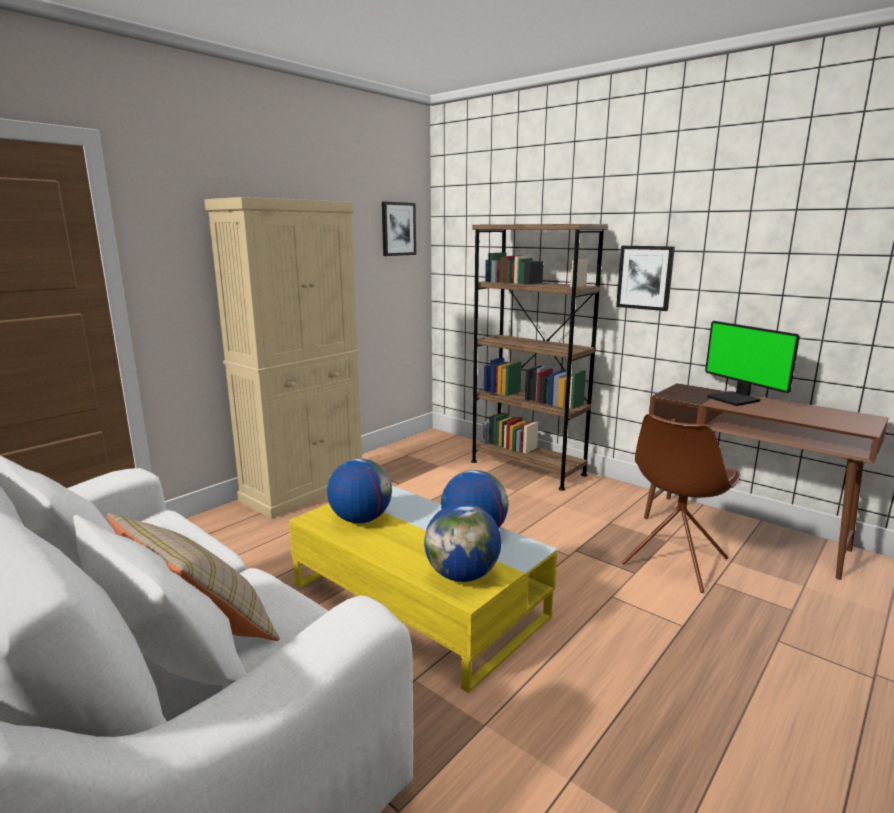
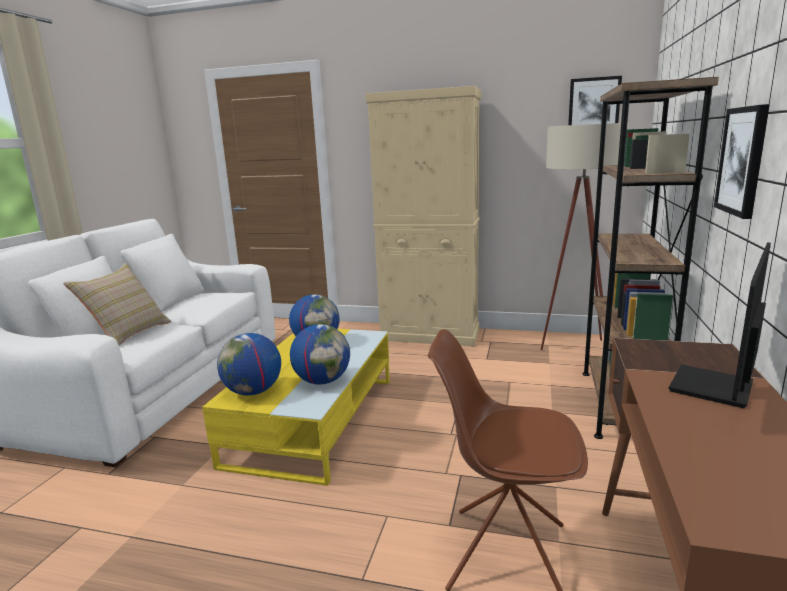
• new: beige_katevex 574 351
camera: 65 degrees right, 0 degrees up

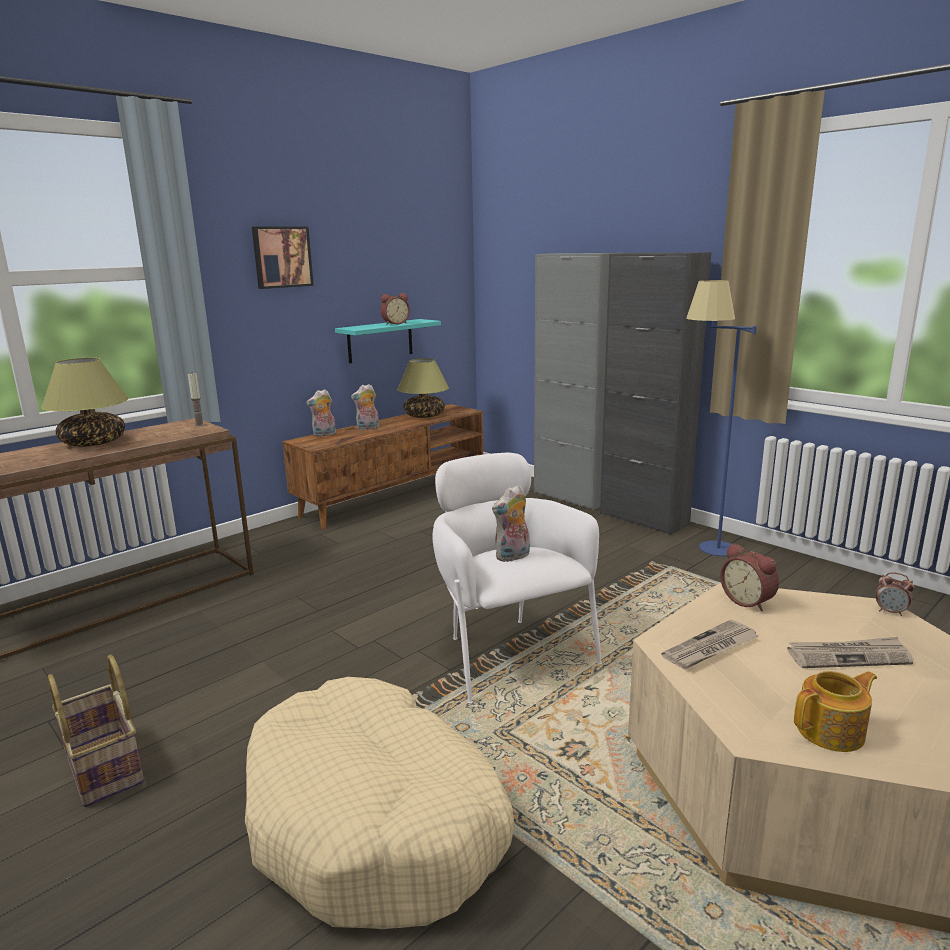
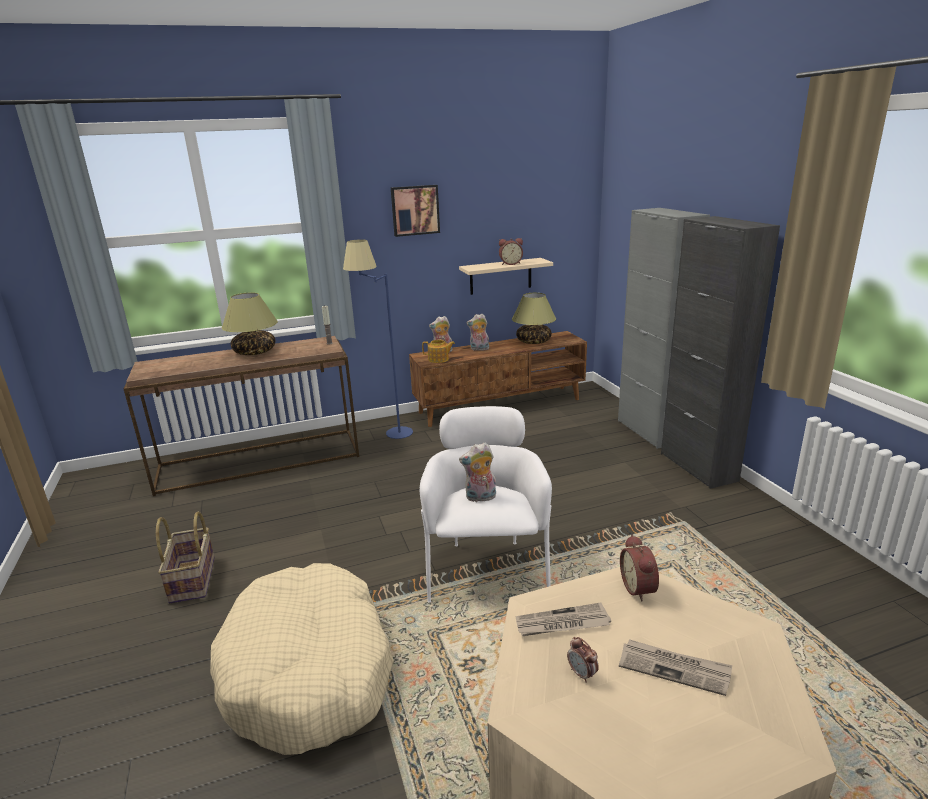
• repainted: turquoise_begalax 380 341 to beige_begalax 500 276
• shifted: blue_katevex 704 551 to 387 433
• shifted: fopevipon 832 731 to 439 359
• shifted: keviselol 890 612 to 582 674
camera: 25 degrees right, 5 degrees up

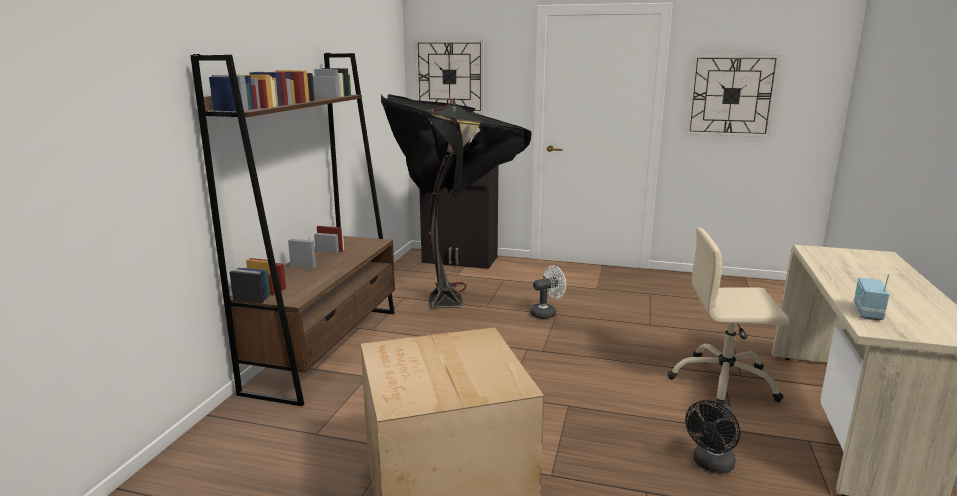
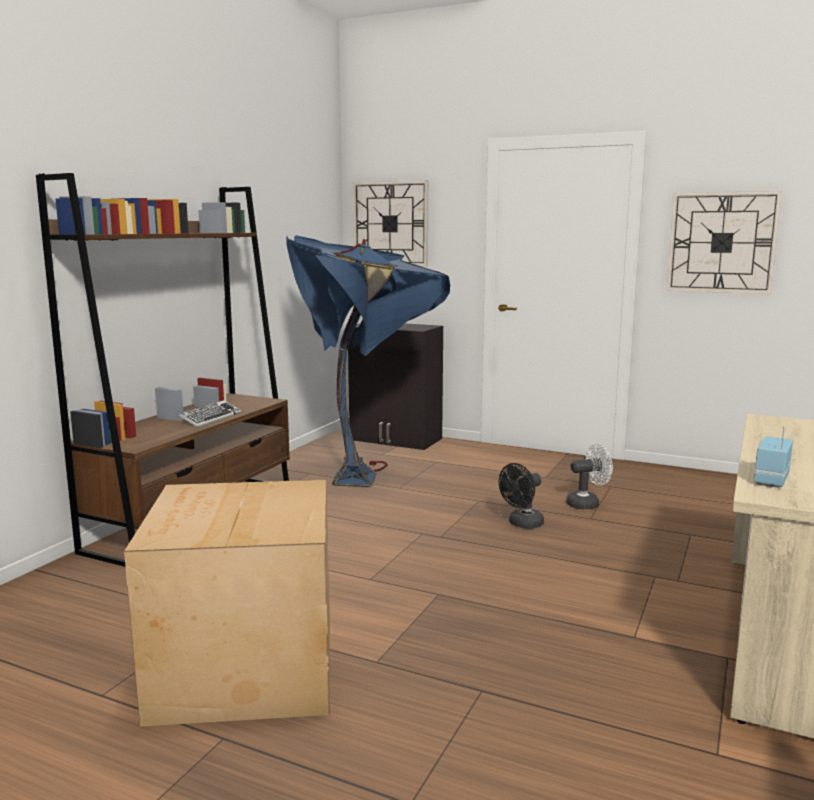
• repainted: black_katevex 456 301 to blue_katevex 367 480
• shifted: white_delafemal 546 313 to 587 503
• gone: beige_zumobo 723 381
• shifted: black_delafemal 711 465 to 522 524
• new: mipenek 210 418
camera: 10 degrees right, 5 degrees down

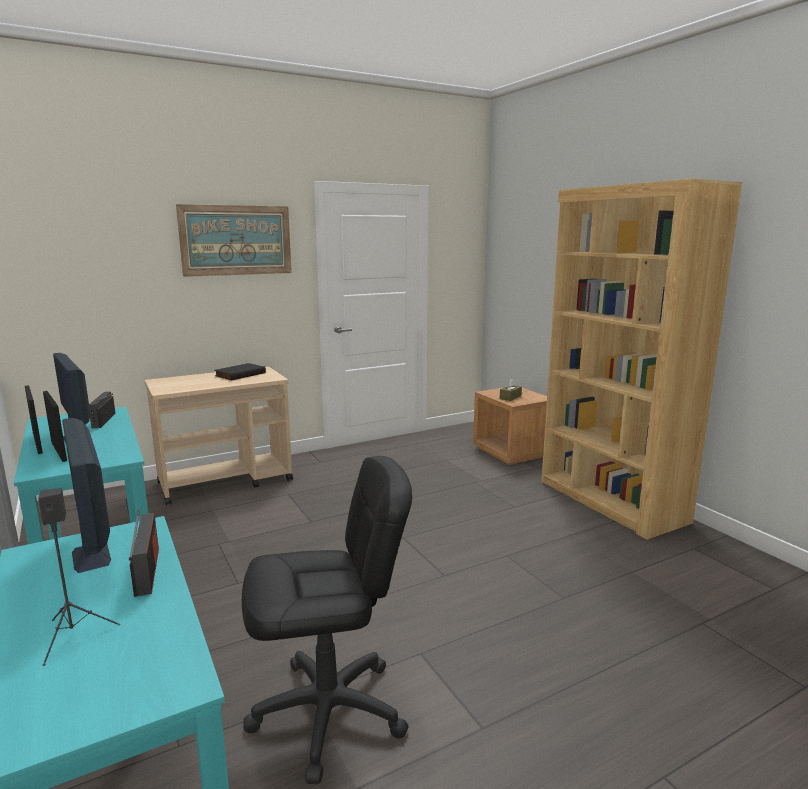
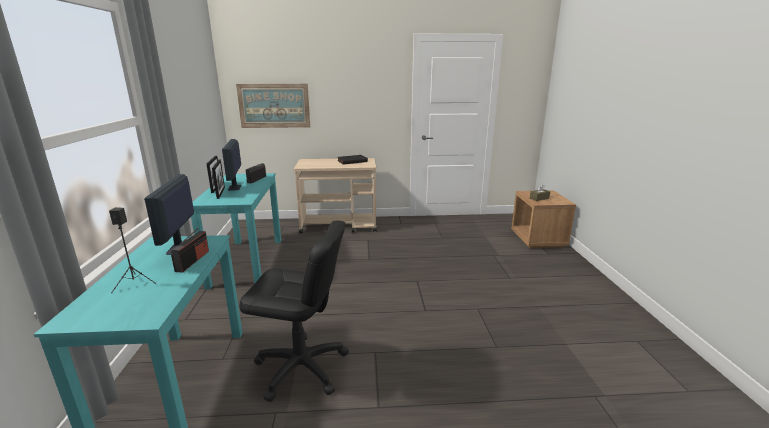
• shifted: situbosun 236 240 to 274 106
• gone: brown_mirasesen 610 501
camera: 25 degrees right, 5 degrees up

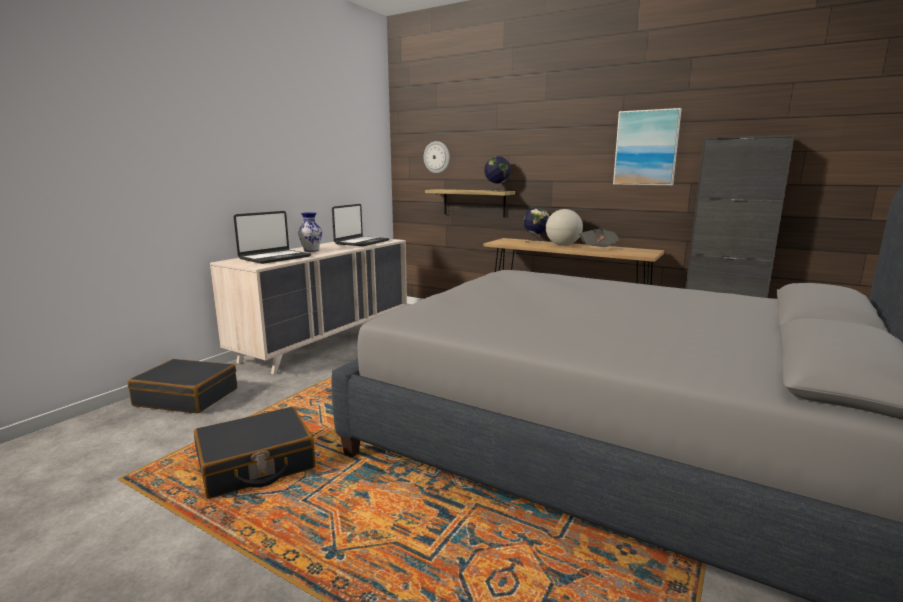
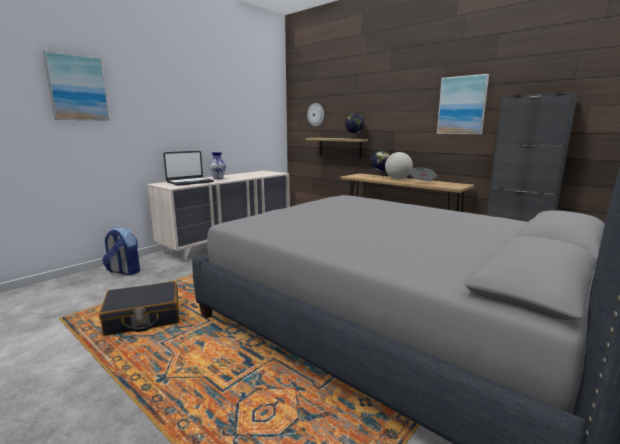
• swapped: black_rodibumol 187 397 to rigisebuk 124 271
• gone: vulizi 361 242
• new: situbosun 77 88
camera: 10 degrees right, 0 degrees up

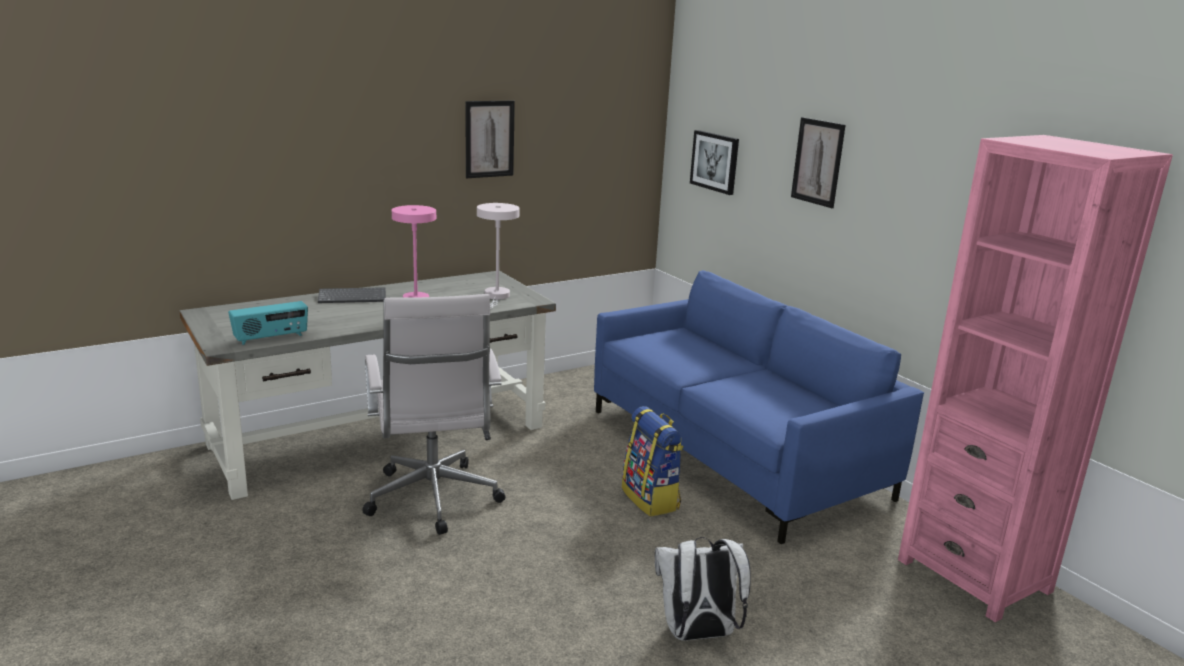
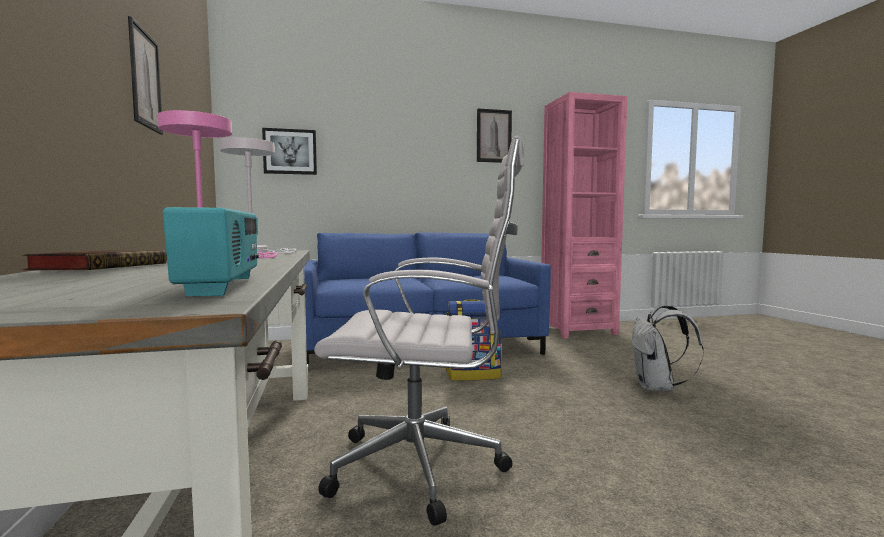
• swapped: mipenek 353 297 to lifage 103 267
• shifted: situbosun 817 162 to 494 136
camera: 70 degrees left, 15 degrees down

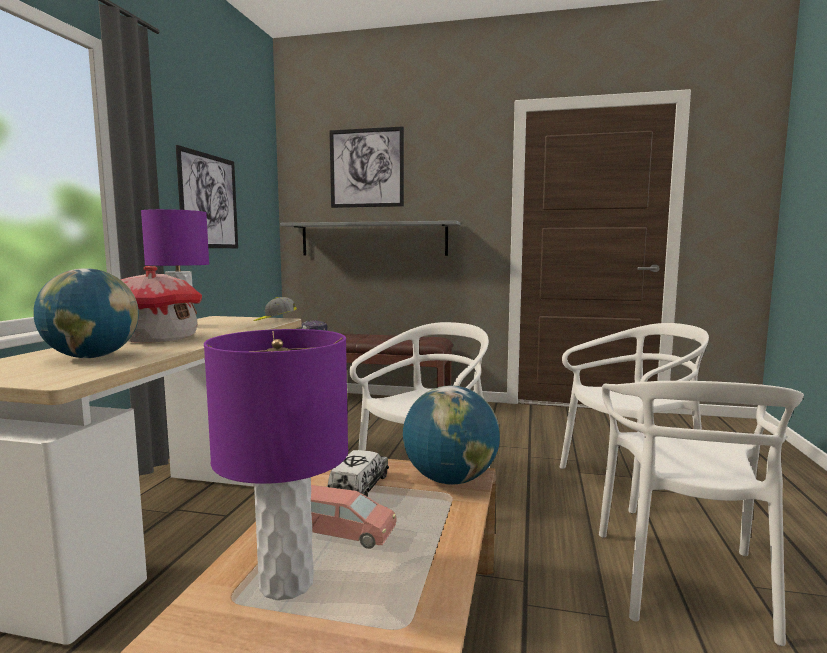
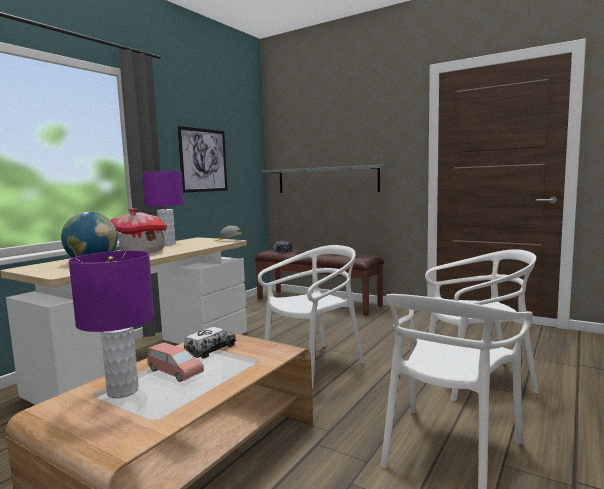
• gone: situbosun 366 168
• gone: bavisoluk 450 479
camera: 20 degrees right, 0 degrees up

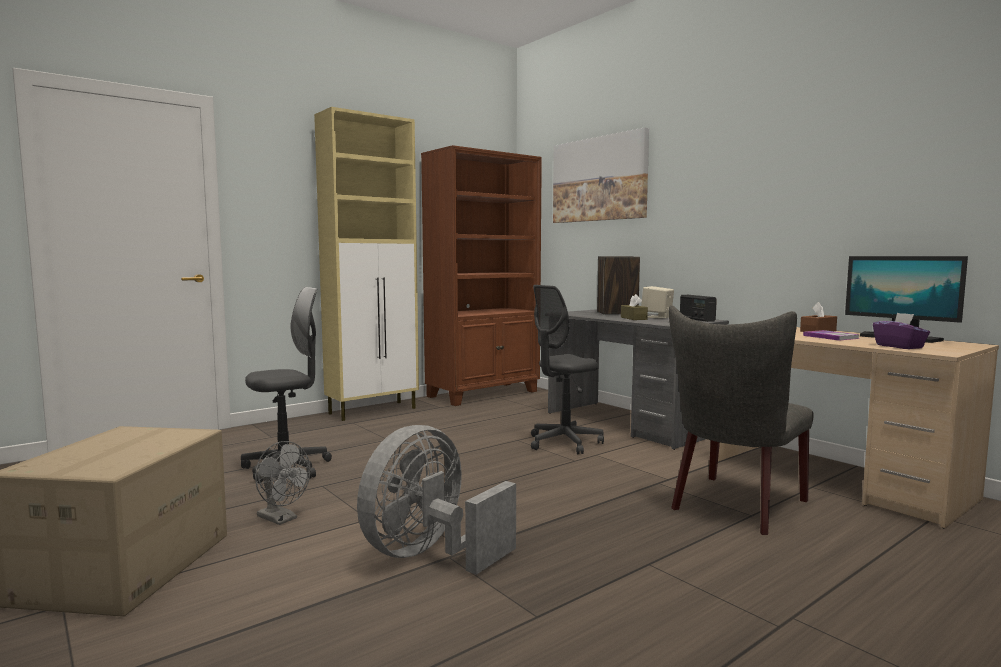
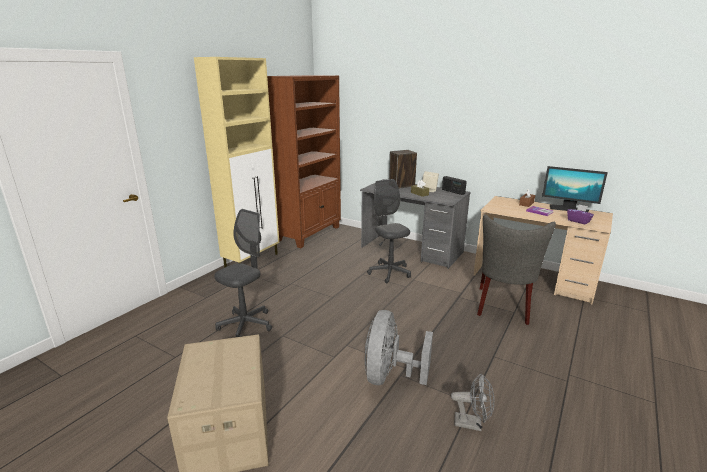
• shifted: grey_delafemal 281 519 to 472 423
• rotated: grey_zumobo 564 443 = 389 272 120 degrees clockwise
• gone: situbosun 599 179
camera: 20 degrees left, 15 degrees up

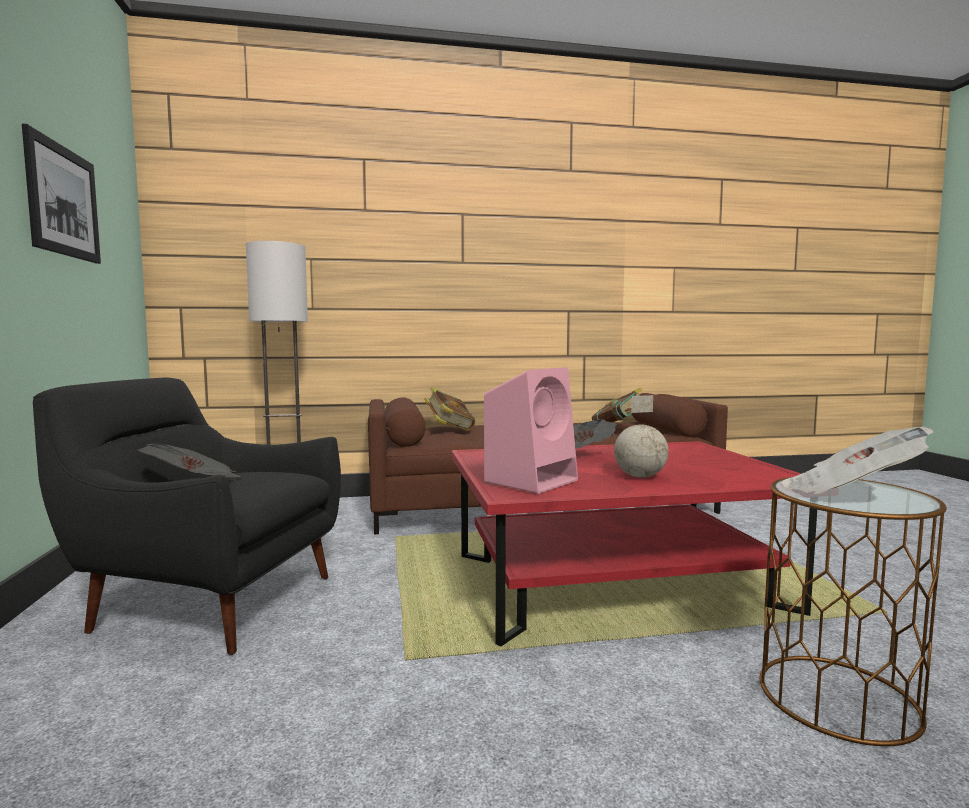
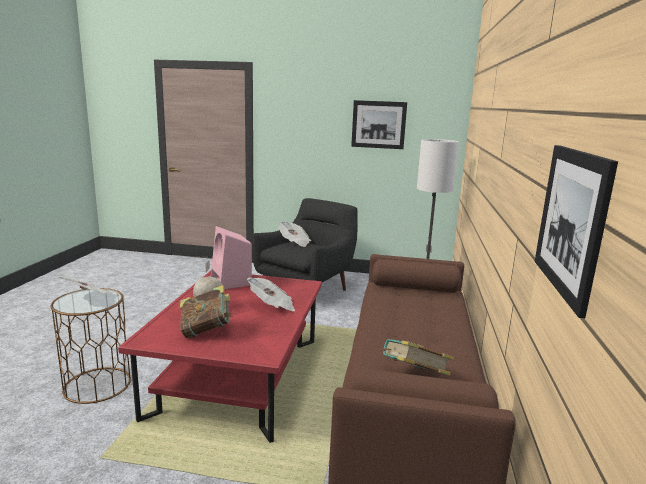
• shifted: lifage 449 429 to 206 331
• new: situbosun 570 221
camera: 110 degrees right, 10 degrees up

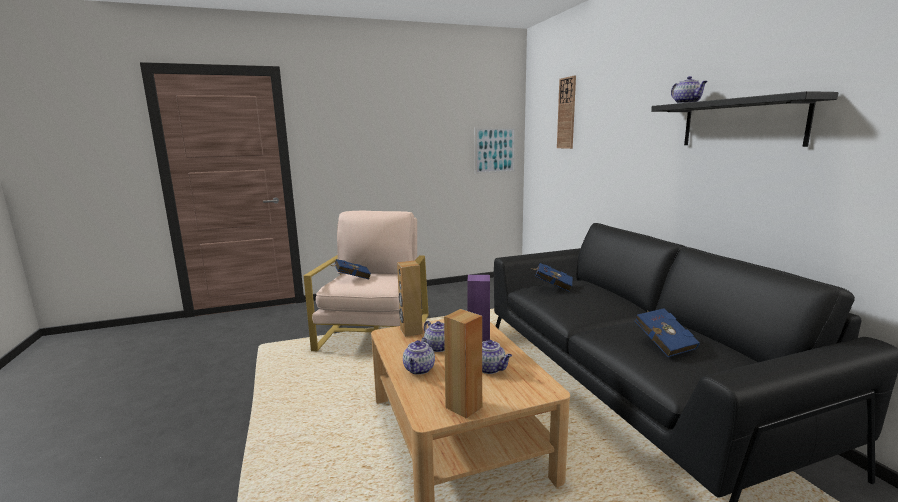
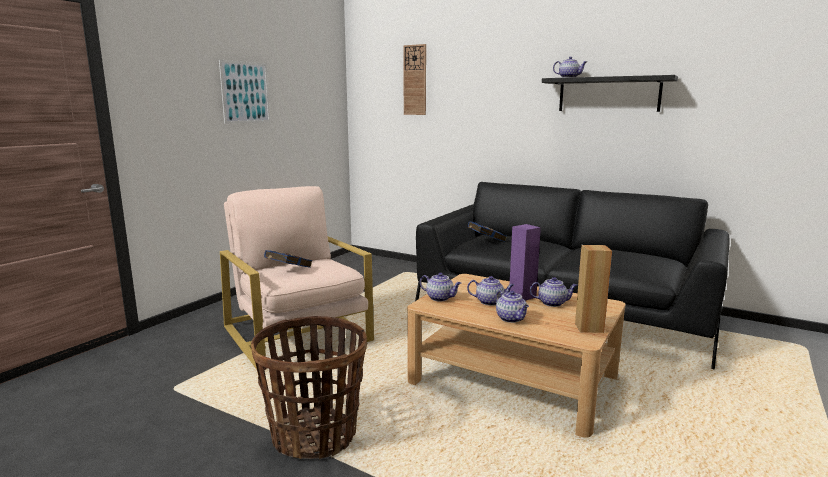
• swapped: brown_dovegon 410 331 to fopevipon 440 298
• shifted: situbosun 495 150 to 245 92
• gone: blue_lifage 663 343
• new: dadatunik 315 435
camera: 40 degrees left, 0 degrees up

